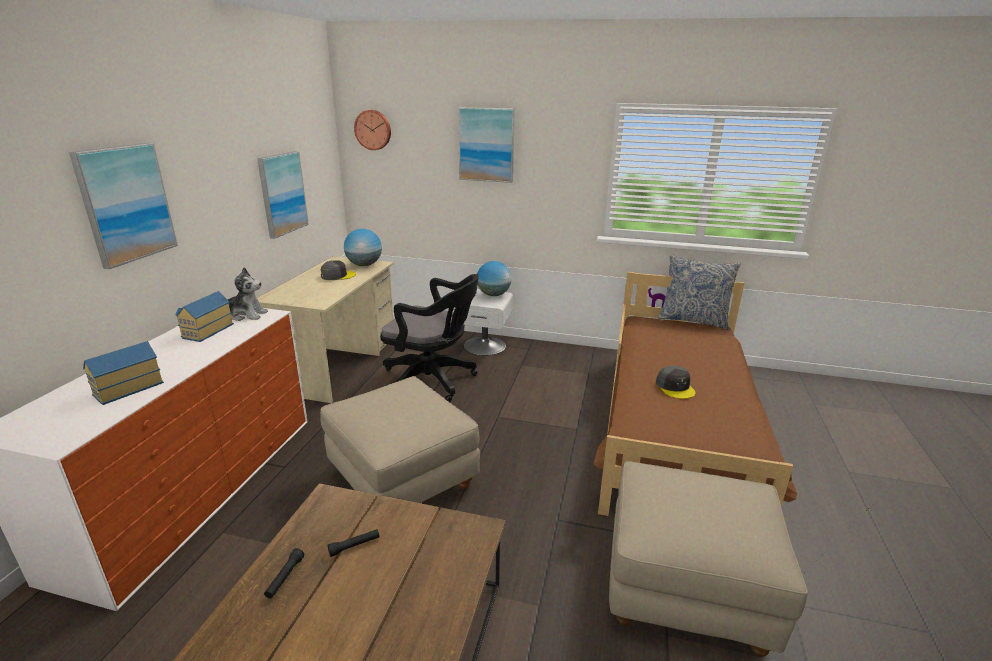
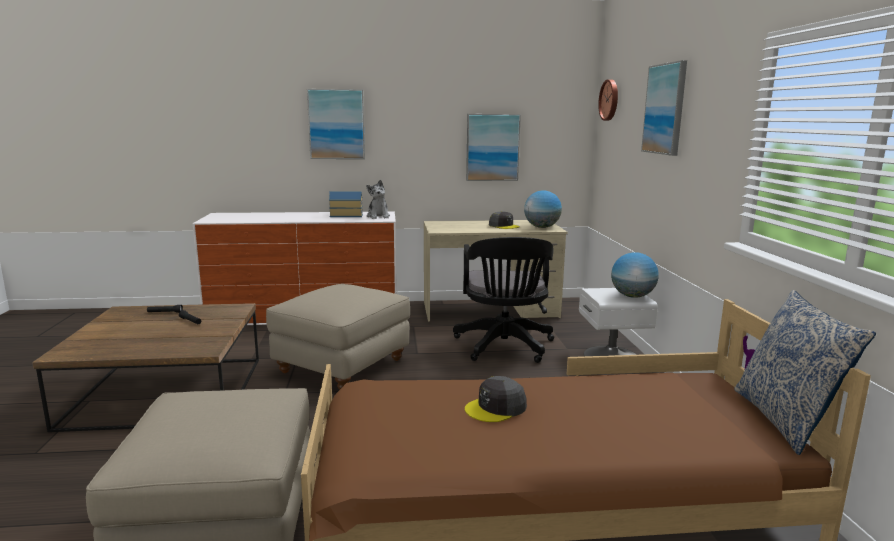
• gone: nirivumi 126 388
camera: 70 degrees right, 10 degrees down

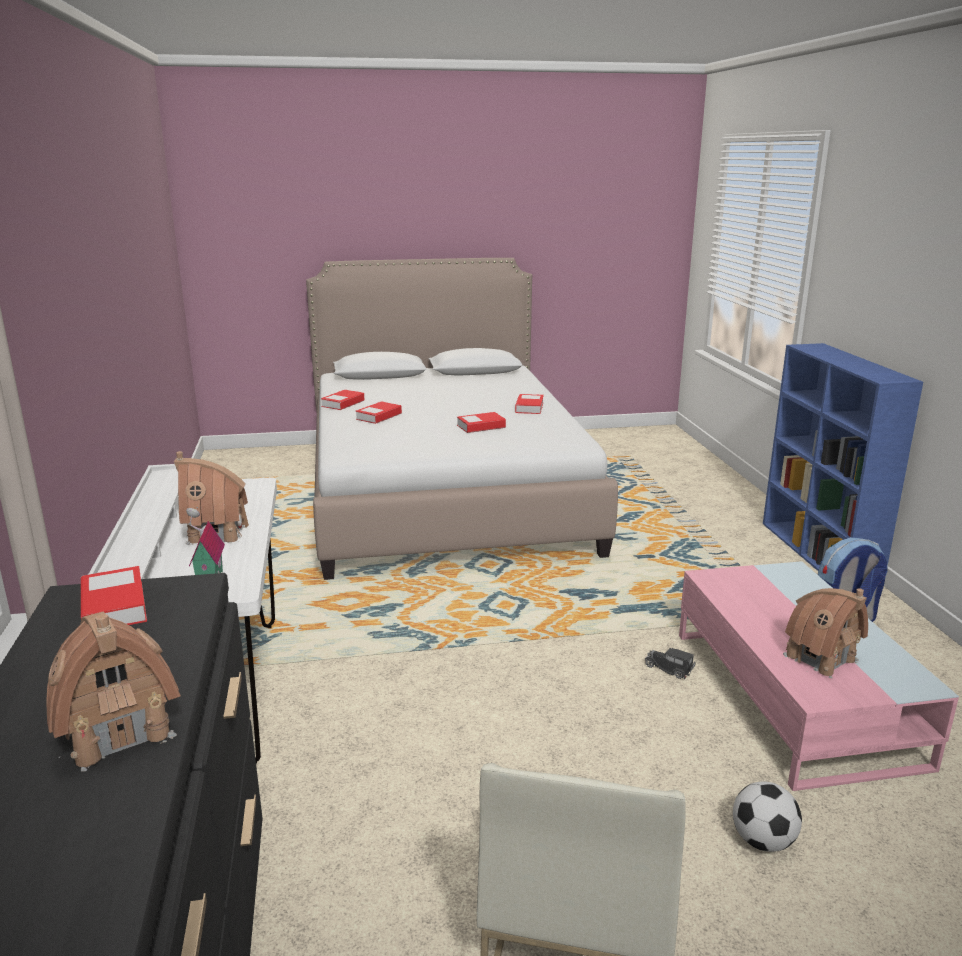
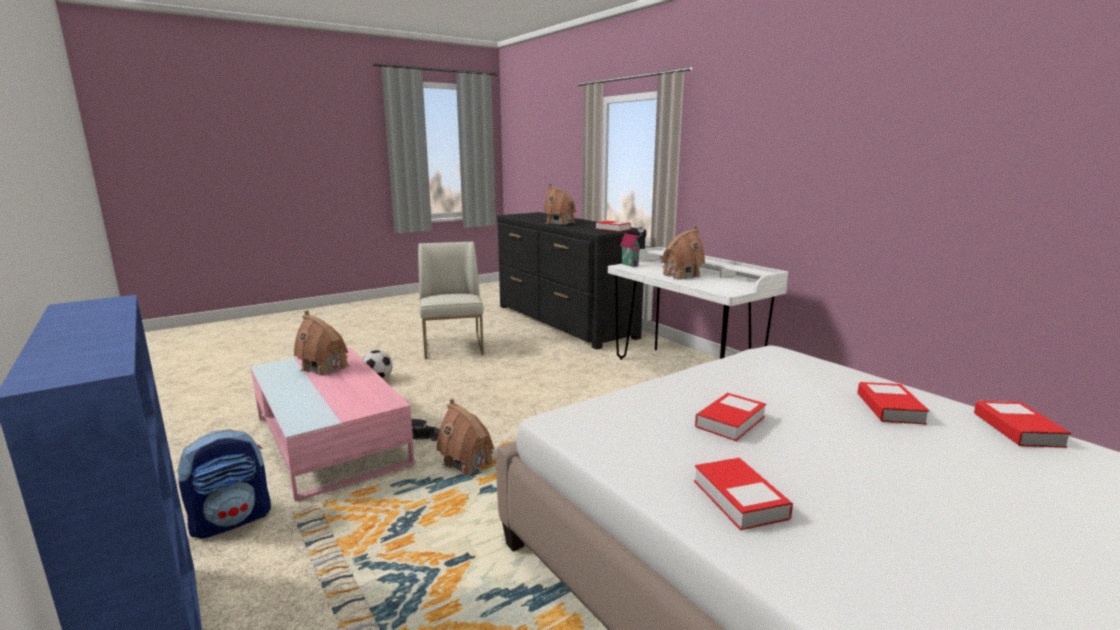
• new: nirivumi 468 463
camera: 155 degrees right, 5 degrees down

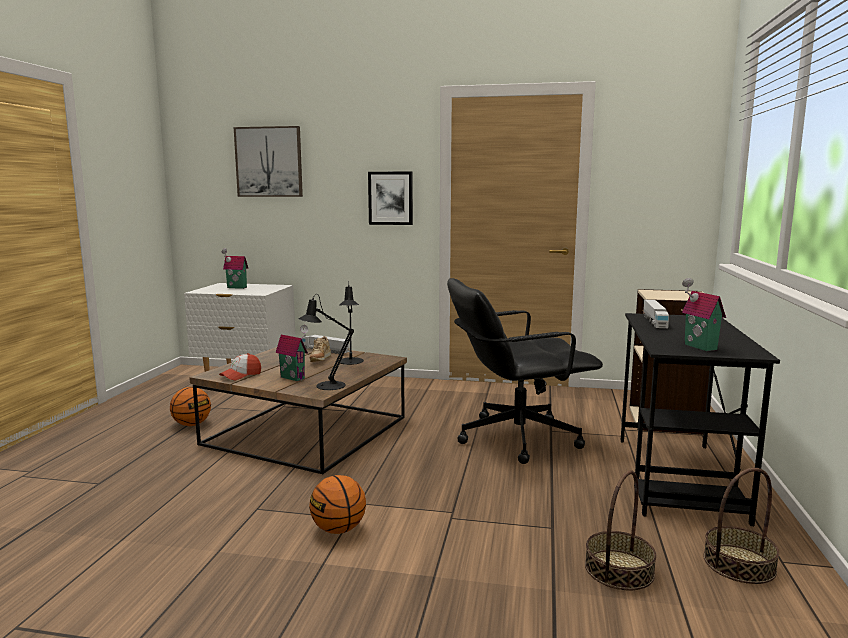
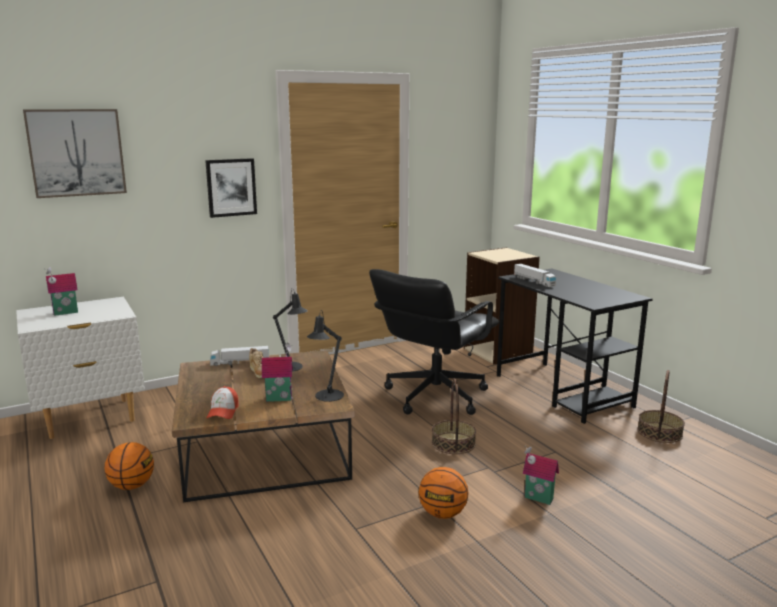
• shifted: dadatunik 619 570 to 453 443
• shifted: nirivumi 698 347 to 538 499
camera: 40 degrees left, 5 degrees up

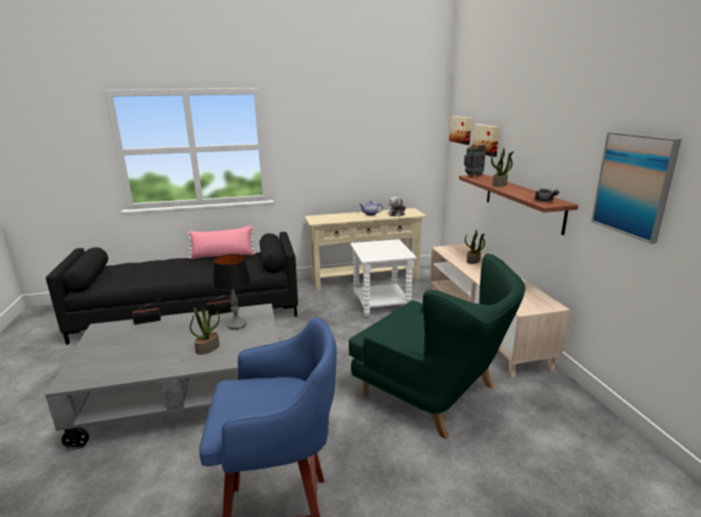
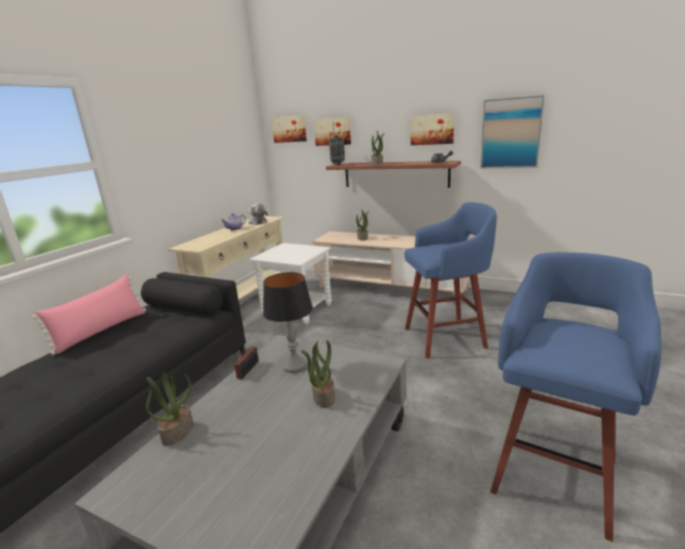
• swapped: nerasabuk 149 321 to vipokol 177 432
• swapped: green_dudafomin 432 392 to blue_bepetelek 447 337
• new: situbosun 432 129
camera: 50 degrees left, 0 degrees up

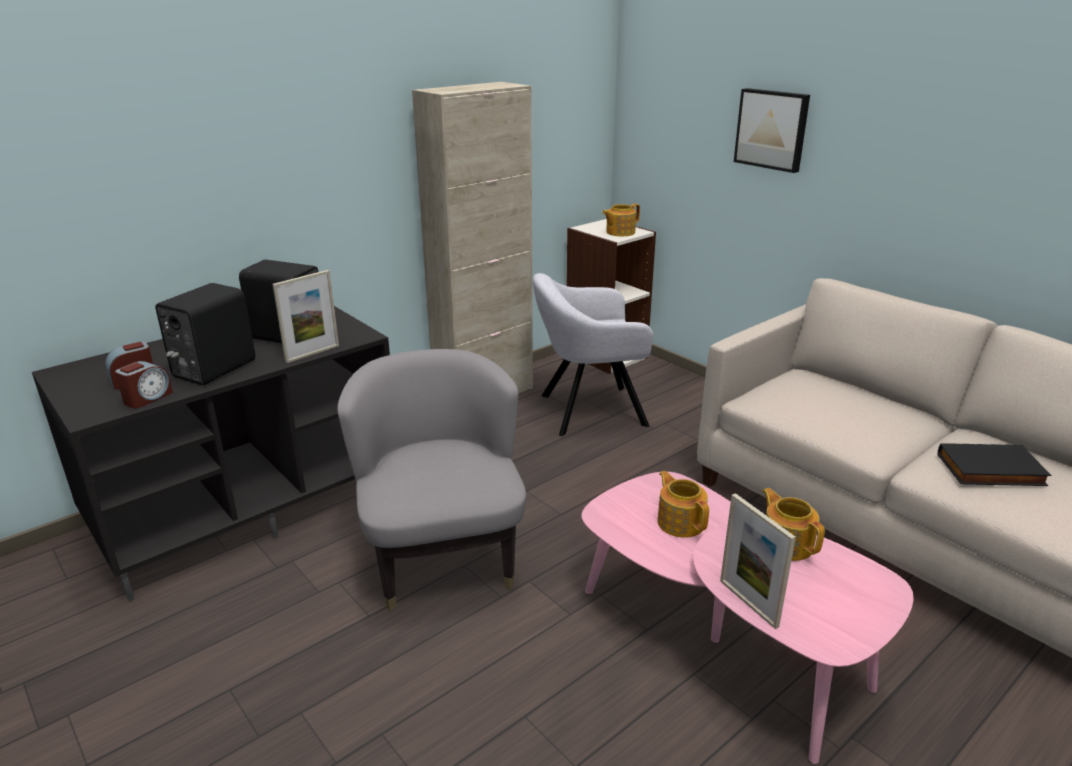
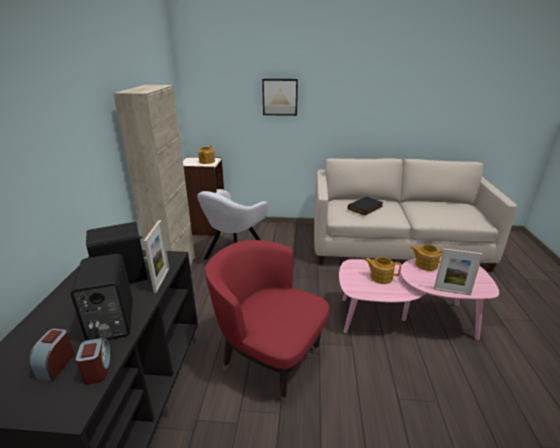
• repainted: grey_dudafomin 441 555 to red_dudafomin 269 359
• shifted: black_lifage 990 471 to 365 208
camera: 45 degrees left, 0 degrees up

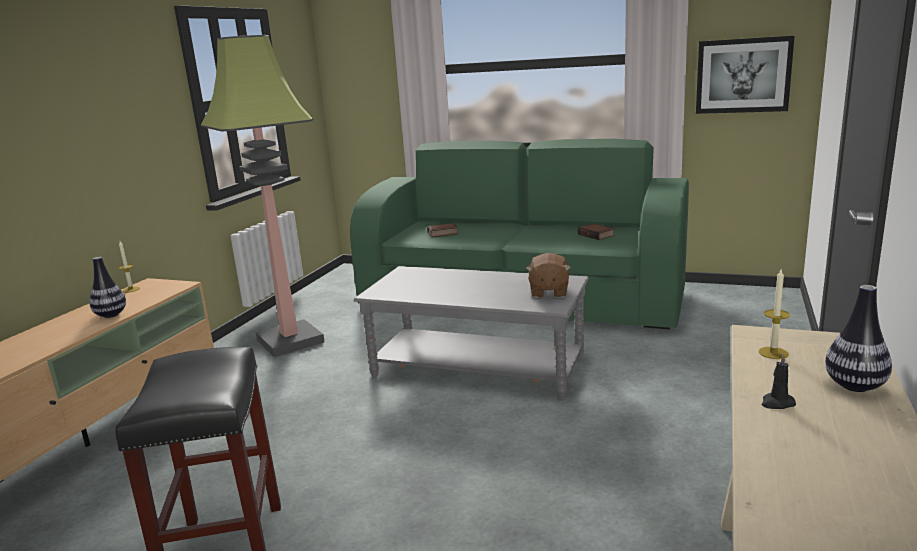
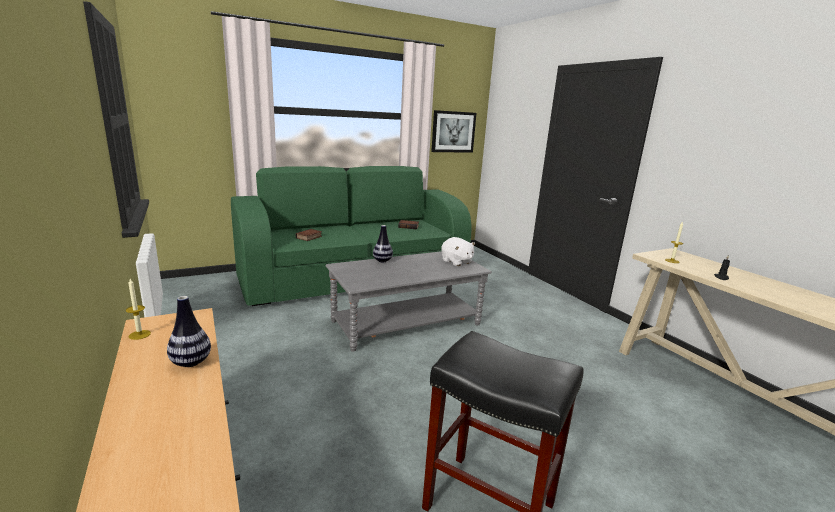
• gone: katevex 289 341
• repainted: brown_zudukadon 548 292 to white_zudukadon 456 262
• shifted: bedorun 855 386 to 382 261
camera: 50 degrees left, 0 degrees up

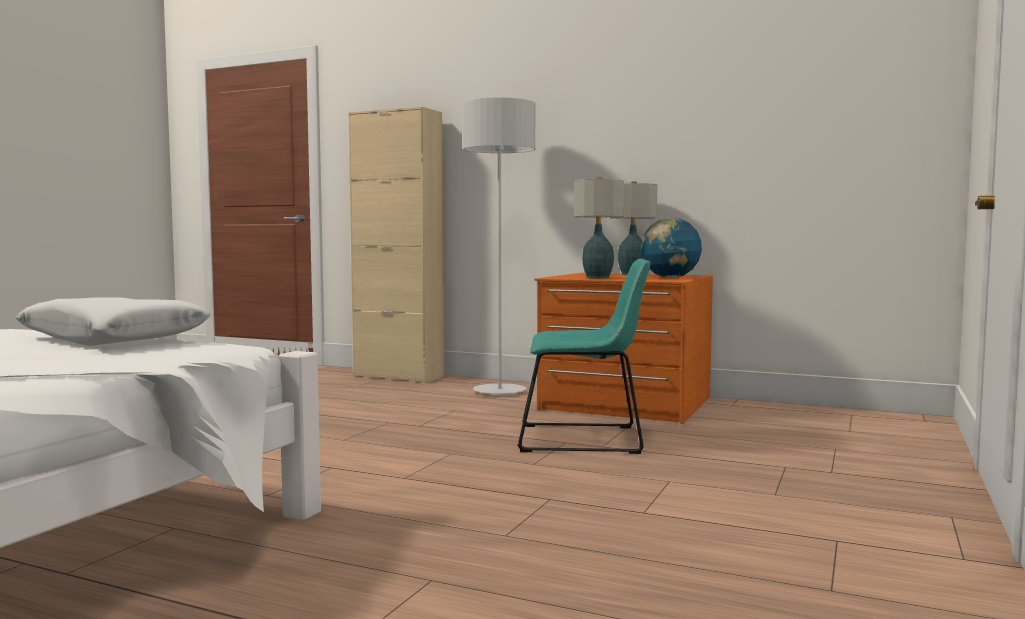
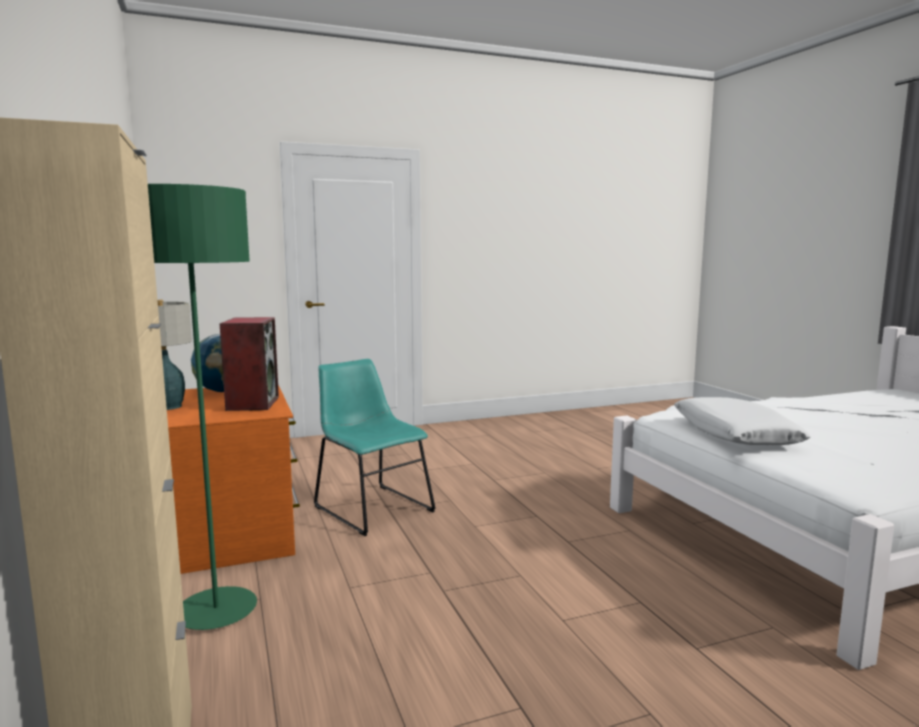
• repainted: grey_katevex 499 392 to green_katevex 216 611
• swapped: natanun 598 277 to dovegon 252 403
camera: 135 degrees left, 5 degrees up

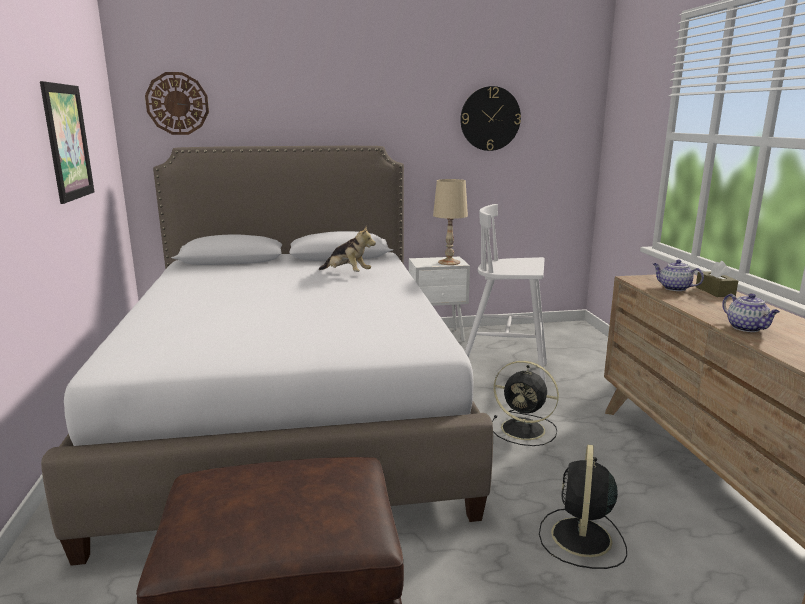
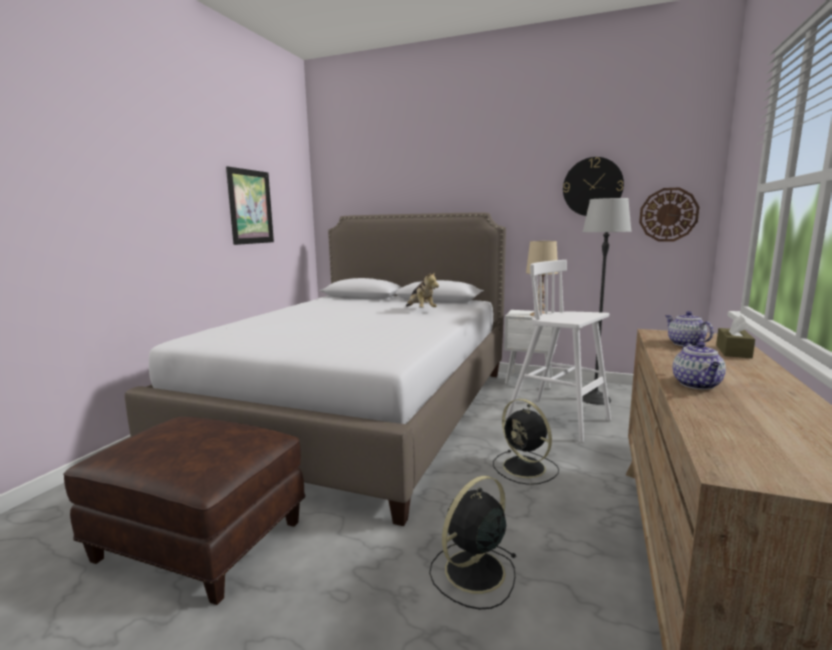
• shifted: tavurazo 177 103 to 668 214
• new: katevex 595 399
camera: 30 degrees right, 5 degrees down

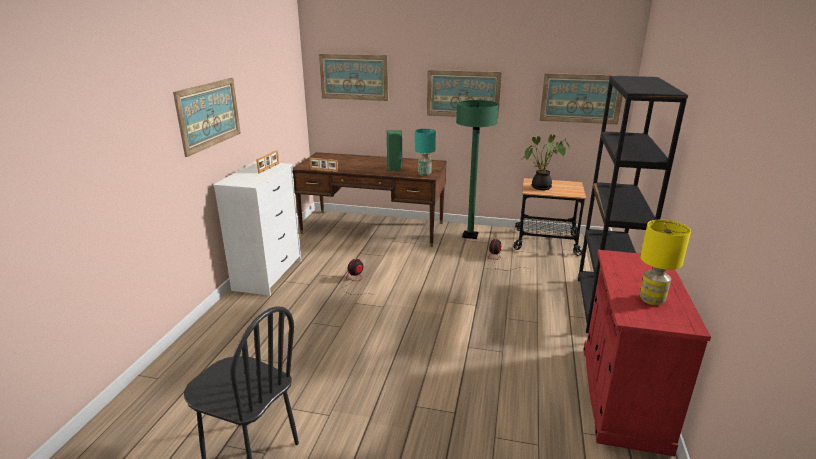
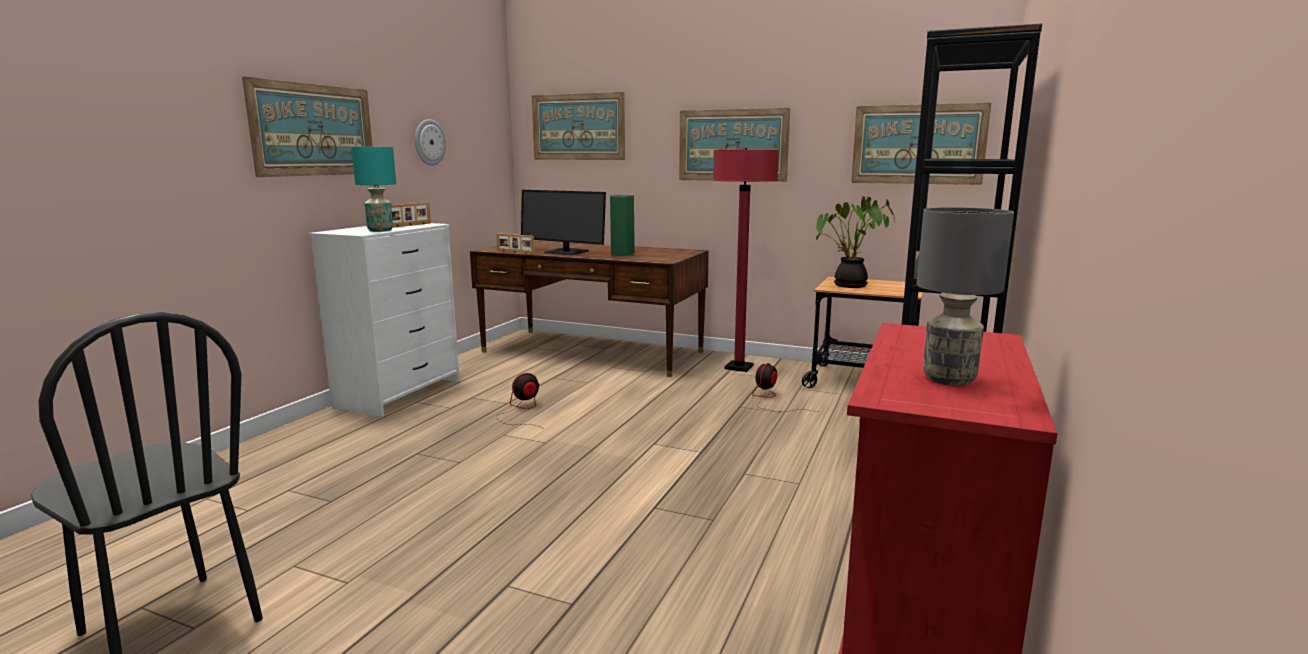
• shifted: turquoise_natanun 424 174 to 380 230
• repainted: green_katevex 470 235 to red_katevex 739 367
• repainted: yellow_natanun 652 300 to grey_natanun 949 379
• new: tavurazo 429 142
• new: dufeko 566 252
camera: 10 degrees right, 10 degrees down

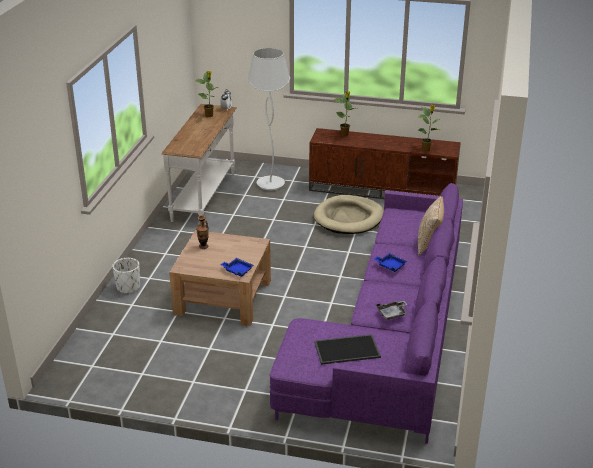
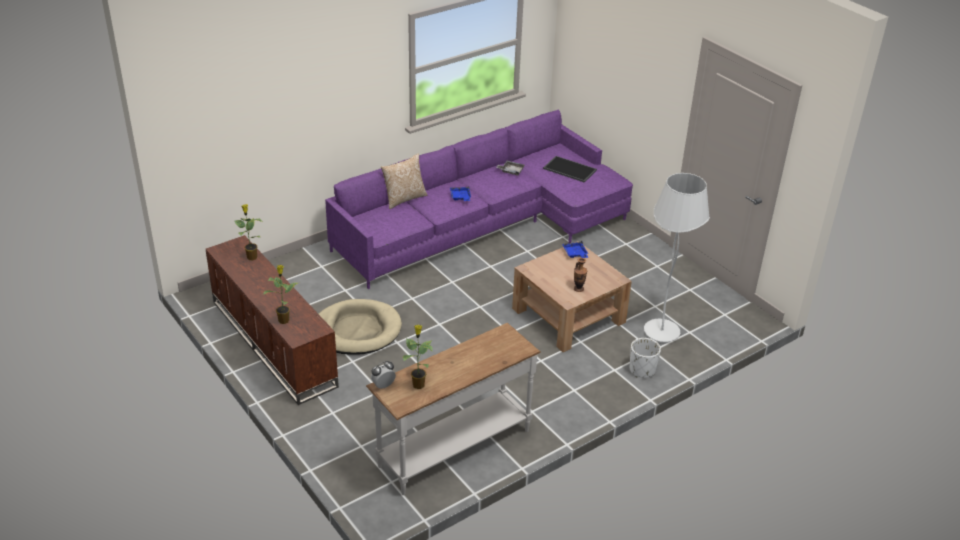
• shifted: white_katevex 270 184 to 661 332
camera: 140 degrees left, 5 degrees up

